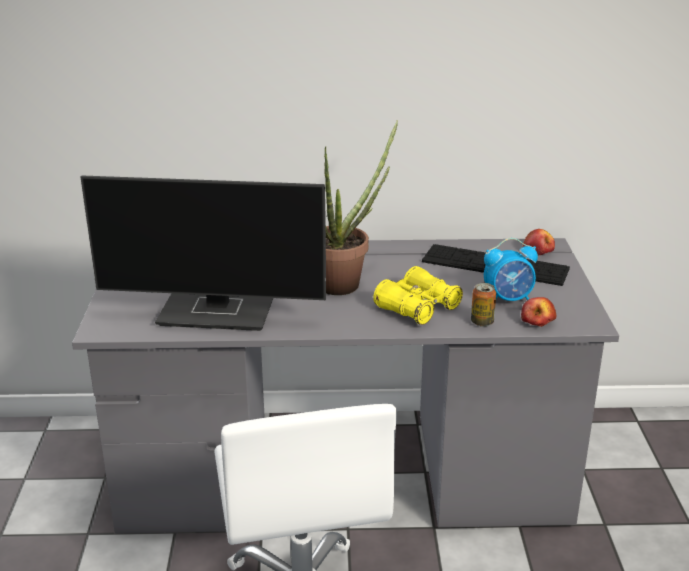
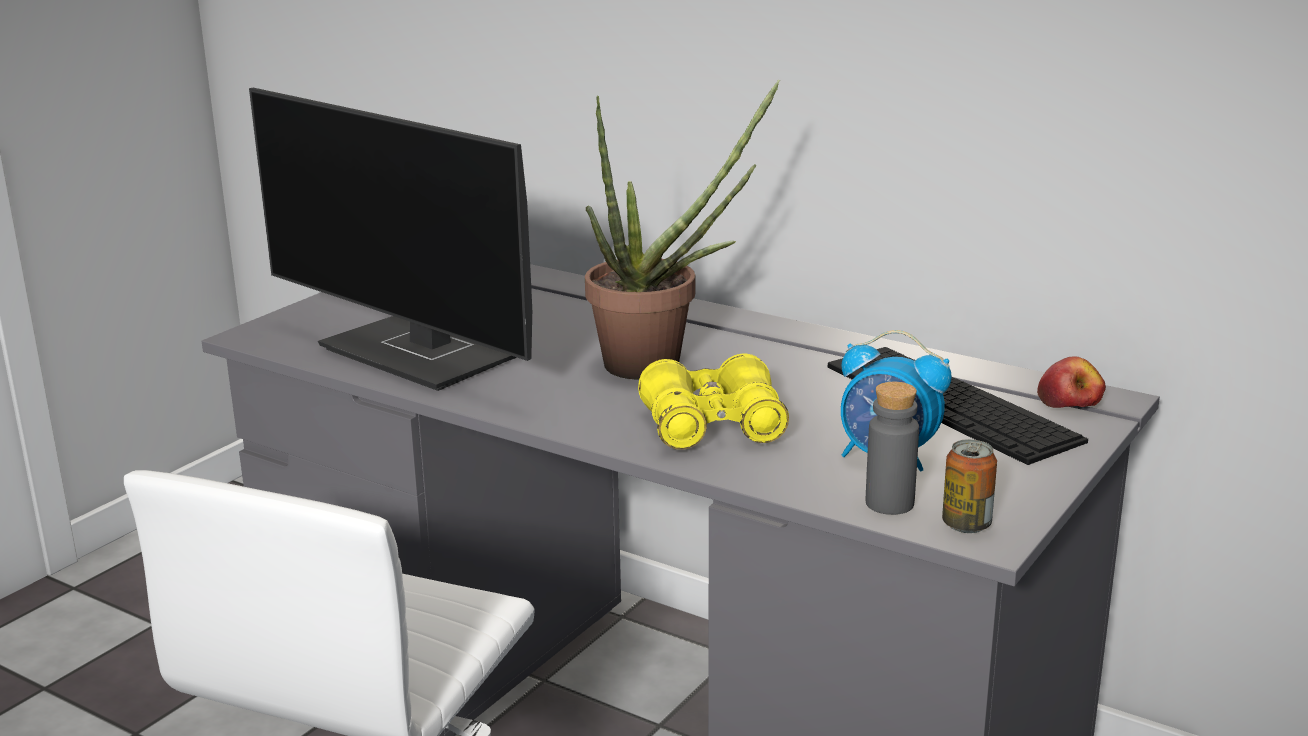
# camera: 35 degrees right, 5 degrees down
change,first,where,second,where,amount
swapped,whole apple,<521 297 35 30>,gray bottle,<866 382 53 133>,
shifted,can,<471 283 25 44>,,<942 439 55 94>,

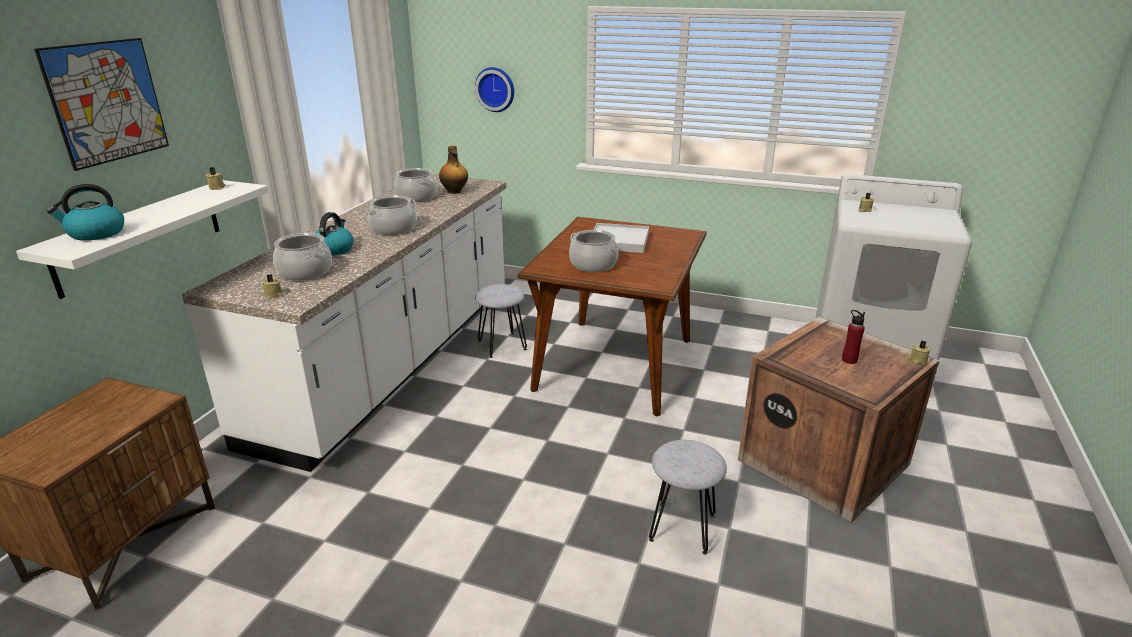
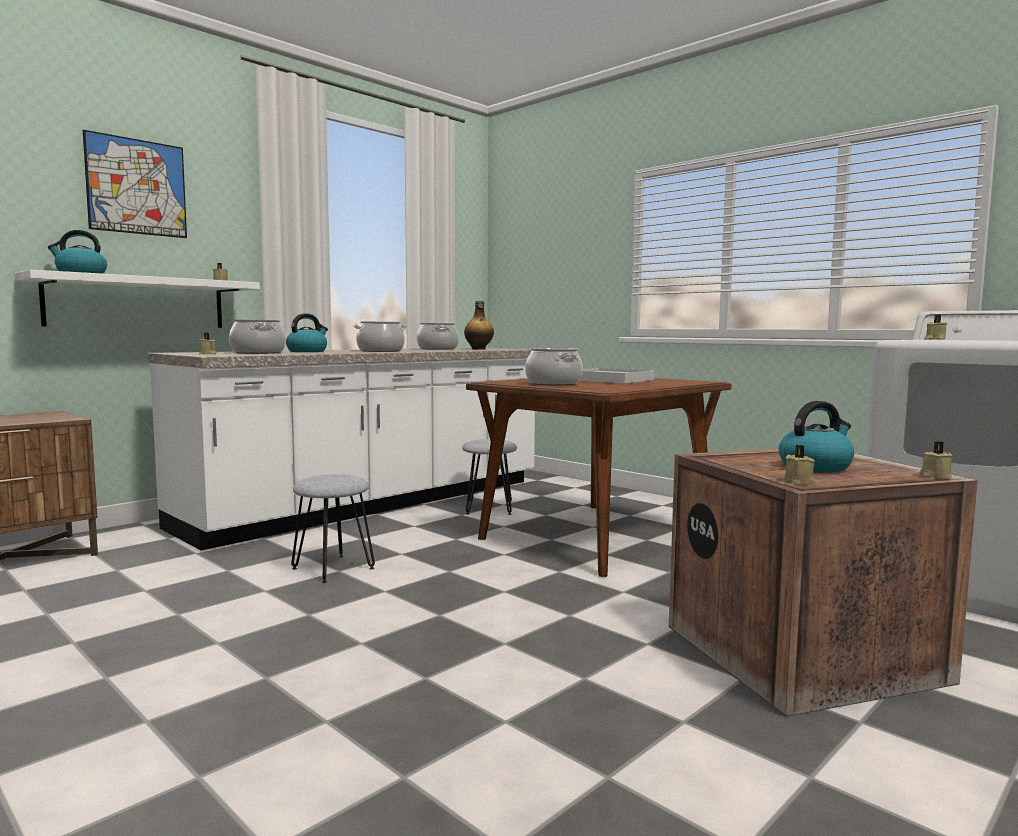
# camera: 25 degrees right, 20 degrees down
change,first,where,second,where,amount
shifted,gray sitting stool,<649 440 78 115>,,<291 474 84 109>,
swapped,red bottle,<842 310 23 54>,tea kettle,<779 401 75 71>,
new,,,beige candle,<784 445 32 39>,
gone,hanging clock,<475 67 39 45>,,,

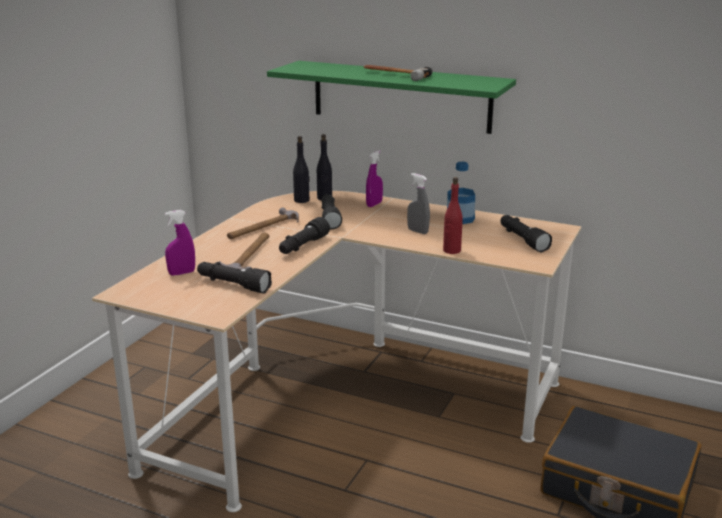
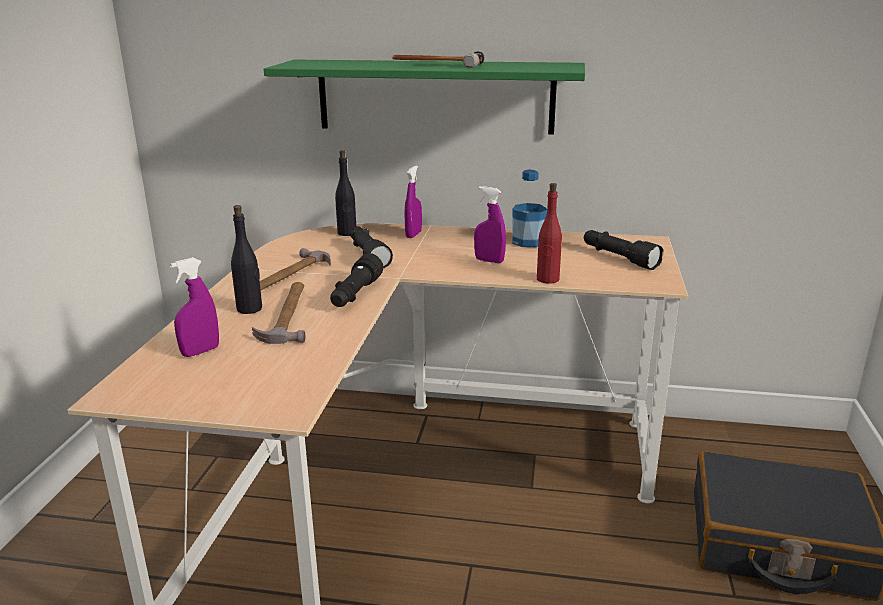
# camera: 15 degrees left, 0 degrees up
change,first,where,second,where,amount
shifted,blackish bottle,<293 136 16 67>,,<231 205 31 109>,
repainted,gray spray bottle,<407 173 23 61>,purplish spray bottle,<474 186 32 77>,
gone,blackish torch,<197 262 75 31>,,,

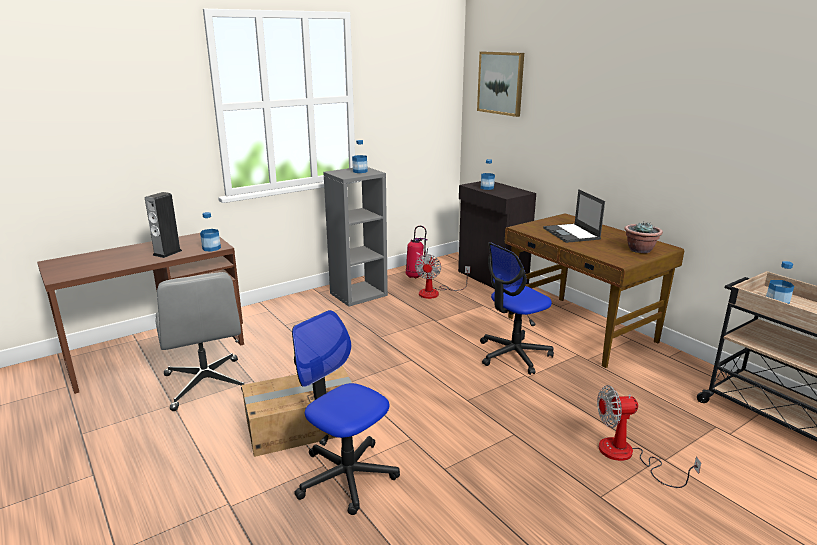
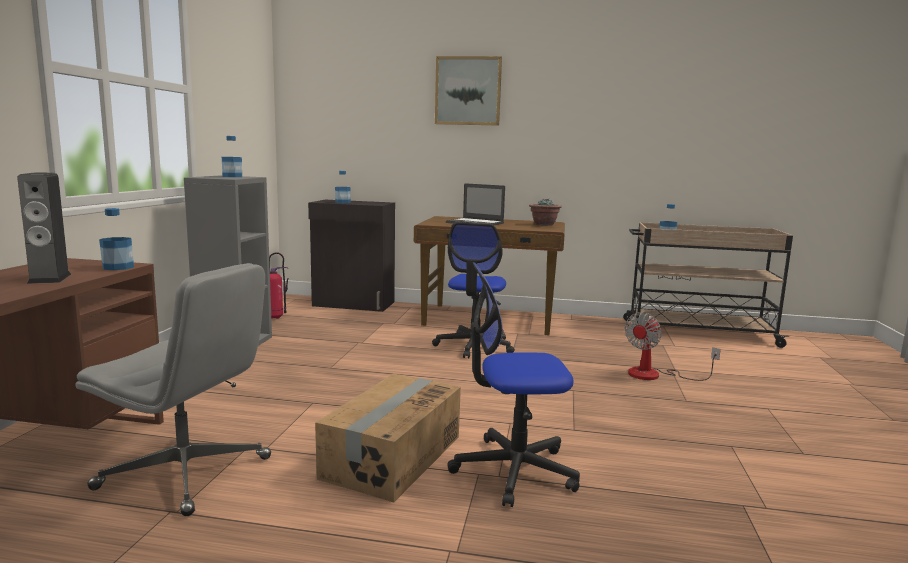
# camera: 45 degrees left, 10 degrees down
change,first,where,second,where,amount
shifted,wall art,<477 52 47 65>,,<435 56 67 70>,
gone,cooling fan,<415 254 55 45>,,,

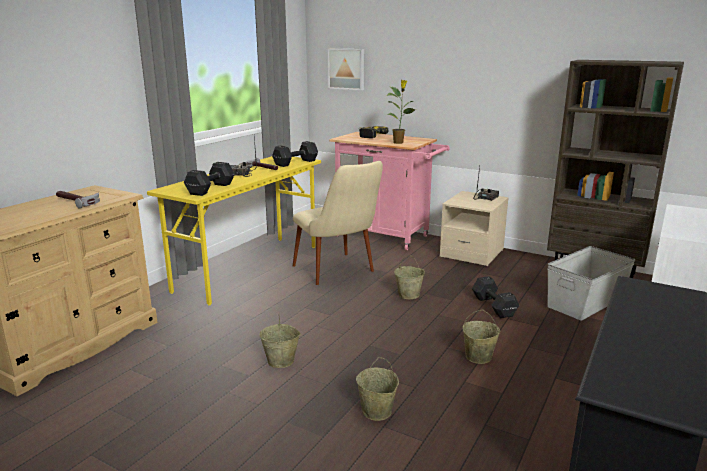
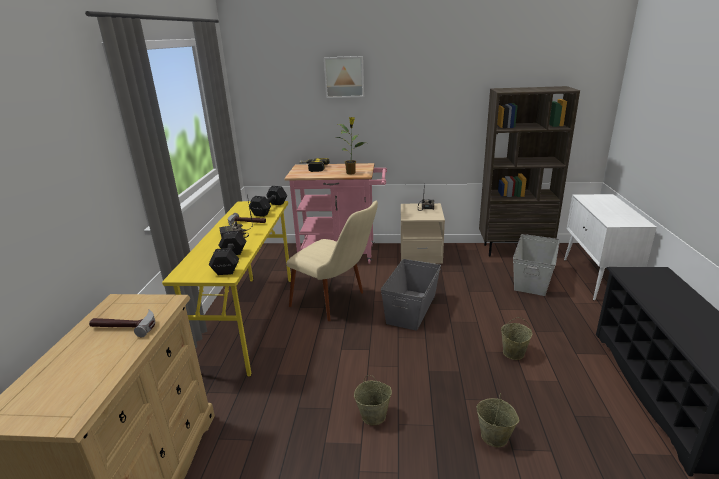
# camera: 25 degrees left, 5 degrees up
change,first,where,second,where,amount
shifted,wall art,<328 49 36 41>,,<324 56 40 42>,
swapped,beige bucket,<394 255 31 44>,gray storage box,<381 259 60 72>,
gone,blackish hand weight,<472 276 47 42>,,,

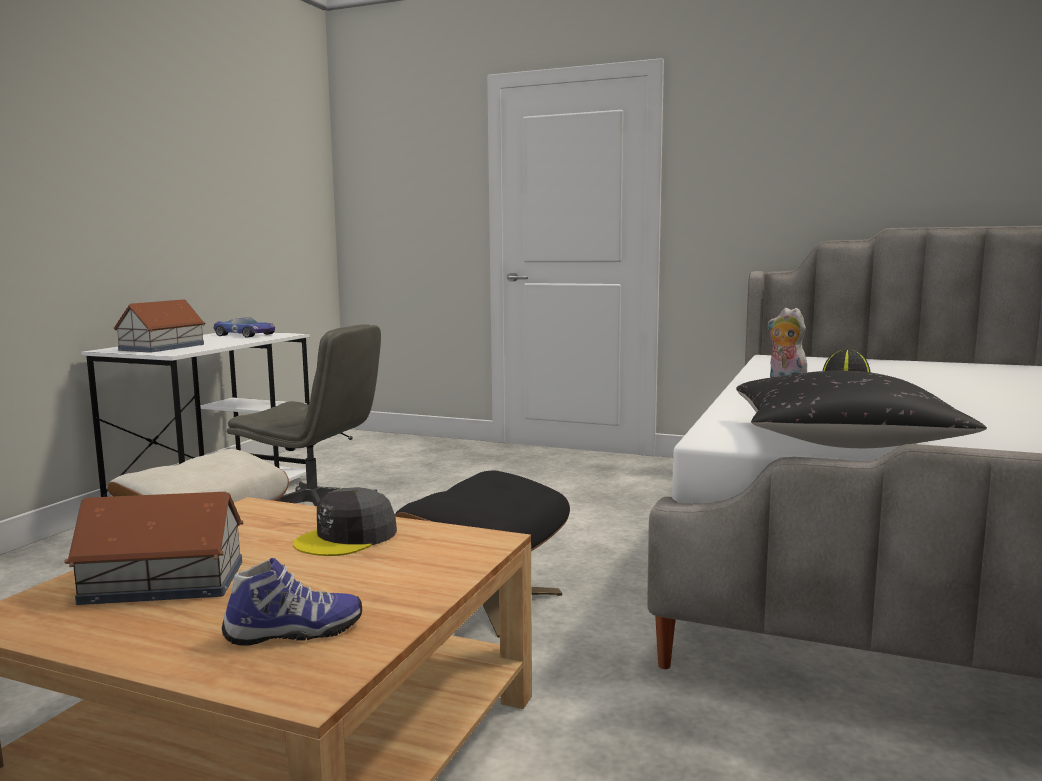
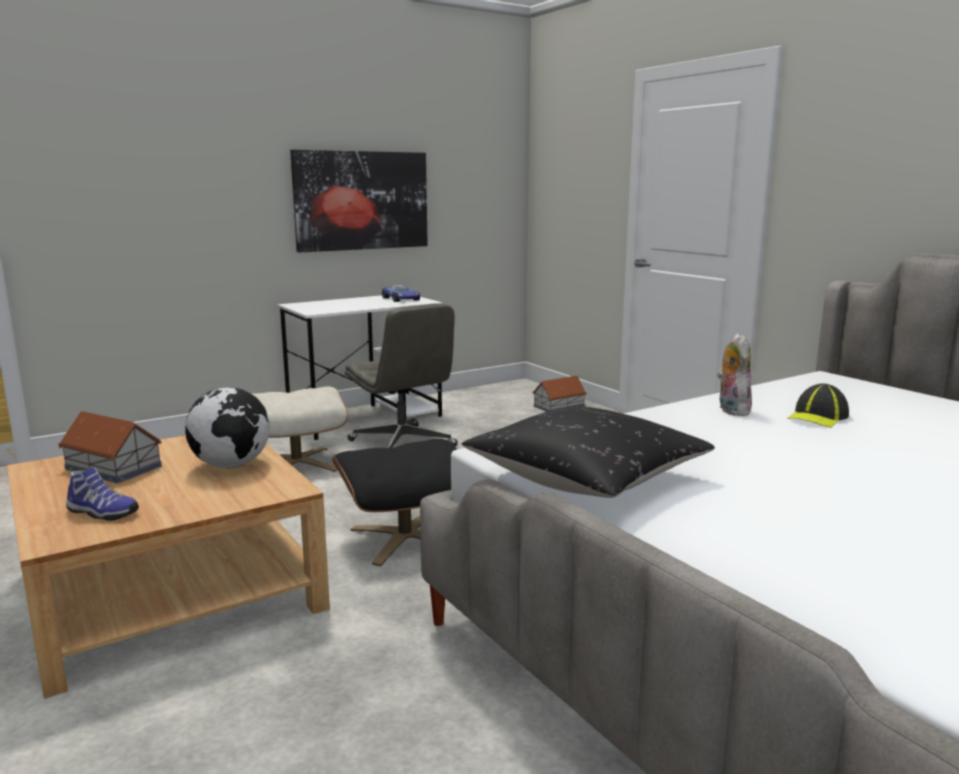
# camera: 35 degrees right, 5 degrees up
change,first,where,second,where,amount
swapped,gray peaked cap,<293 487 104 69>,world globe,<185 387 85 81>,
new,,,wall art,<290 150 138 103>,
shifted,miniature house,<114 299 91 54>,,<533 376 54 36>,

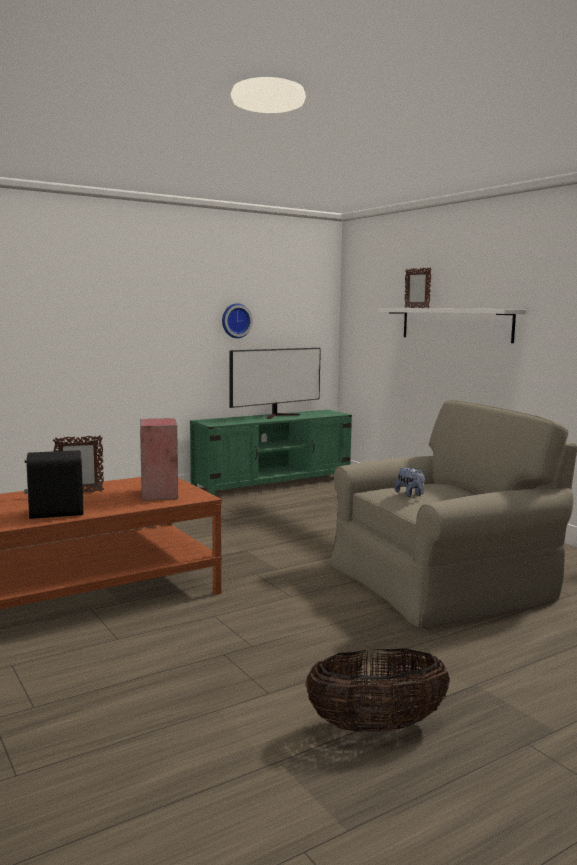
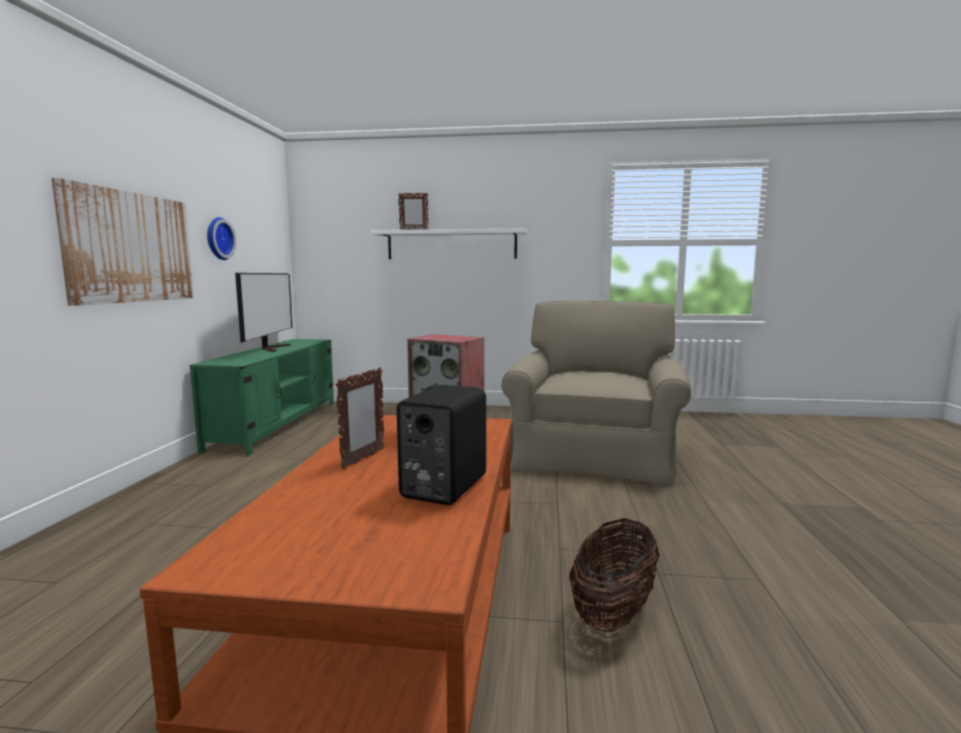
# camera: 50 degrees left, 0 degrees up
change,first,where,second,where,amount
new,,,wall art,<52 178 142 128>,
shifted,household basket,<305 648 145 85>,,<569 518 90 114>,
gone,cuddly toy,<395 467 30 30>,,,

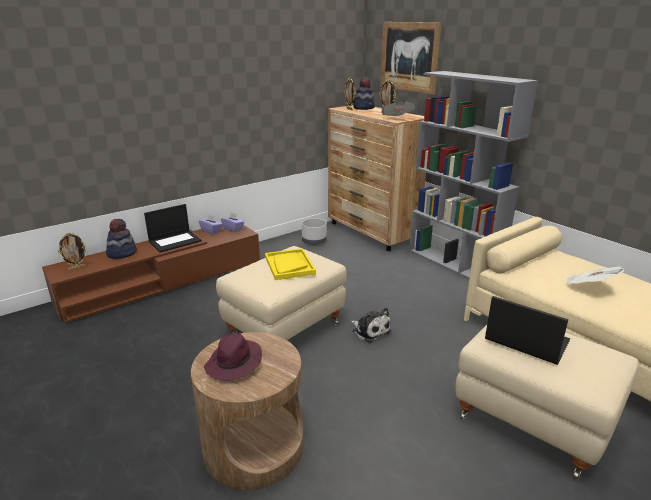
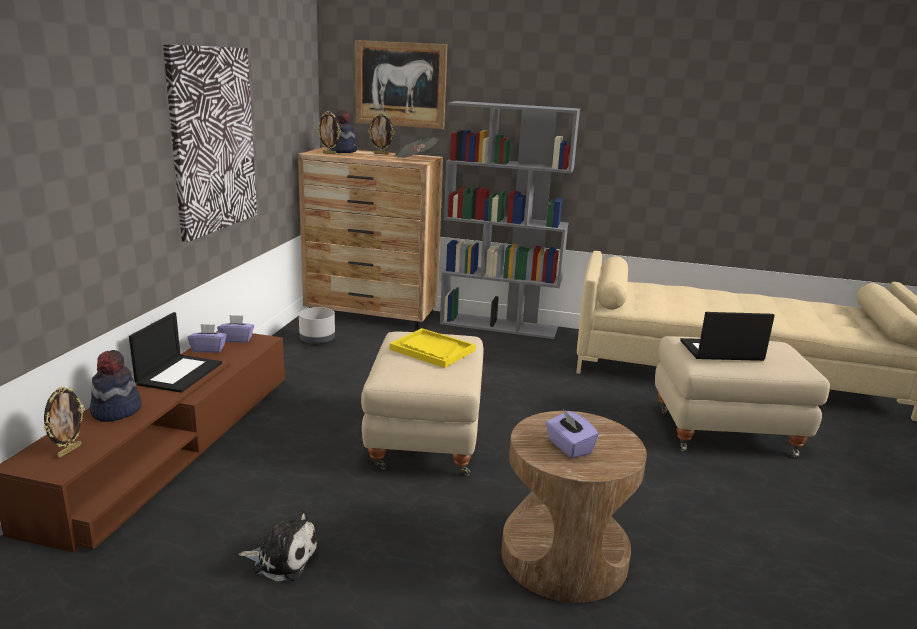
# camera: 40 degrees left, 5 degrees down
change,first,where,second,where,amount
new,,,wall art,<163 44 94 198>,
shifted,cuddly toy,<351 308 40 35>,,<239 508 80 73>,
swapped,purplish clothing hat,<204 334 58 47>,purplish box of tissues,<546 409 53 49>,
gone,printed paper,<566 266 59 18>,,,

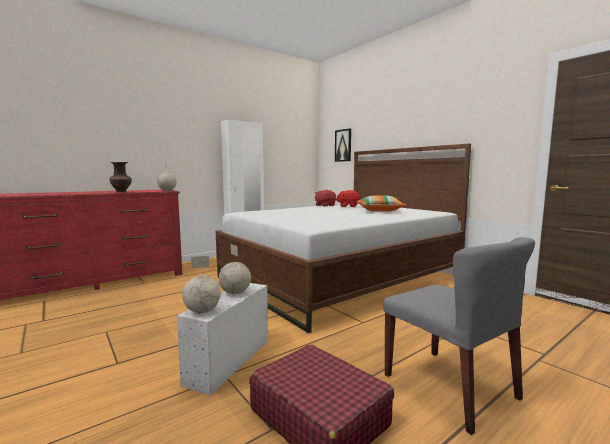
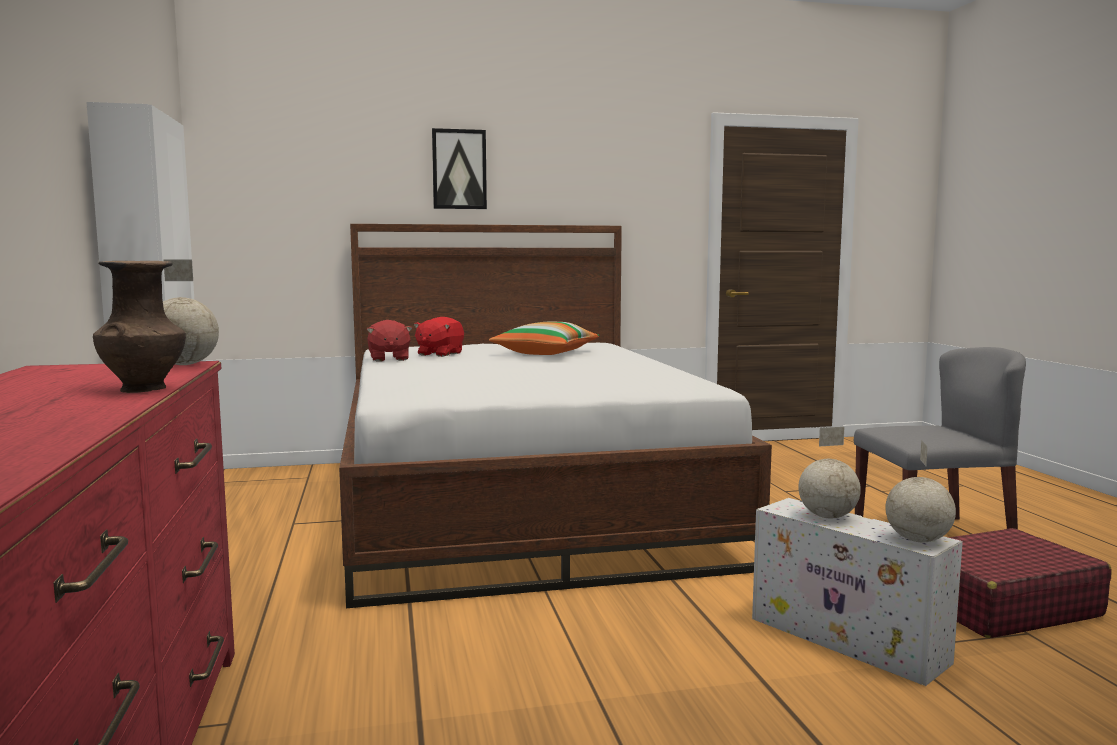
# camera: 65 degrees left, 0 degrees up
change,first,where,second,where,amount
shifted,wall art,<335 128 16 34>,,<432 128 55 81>,

